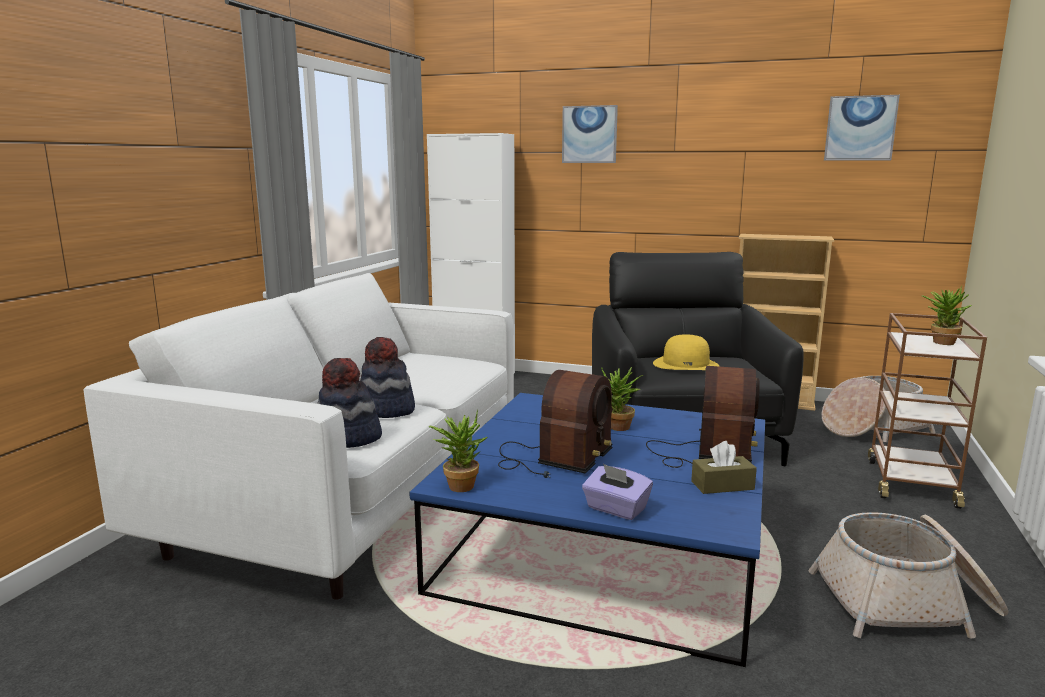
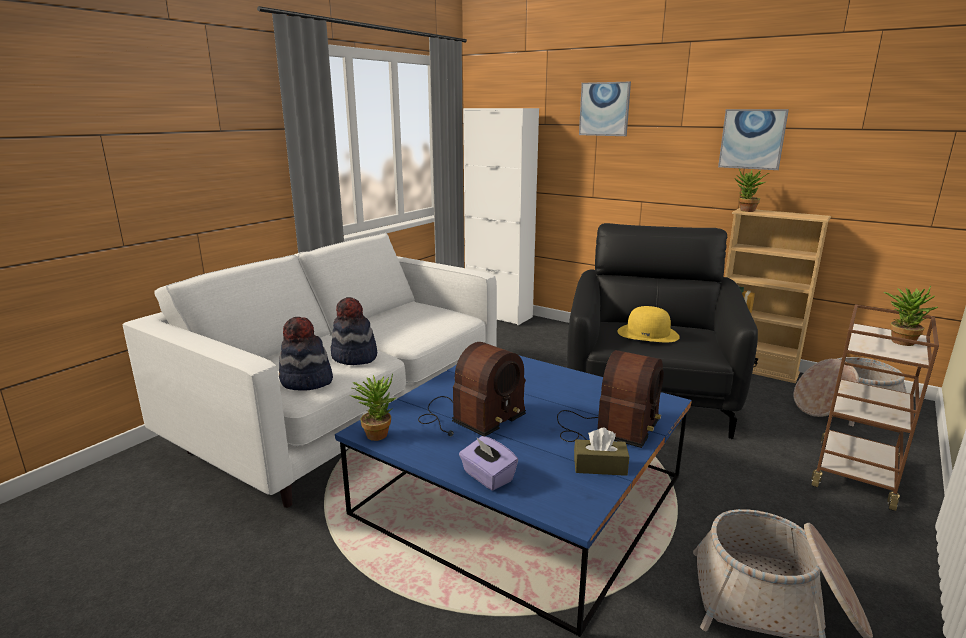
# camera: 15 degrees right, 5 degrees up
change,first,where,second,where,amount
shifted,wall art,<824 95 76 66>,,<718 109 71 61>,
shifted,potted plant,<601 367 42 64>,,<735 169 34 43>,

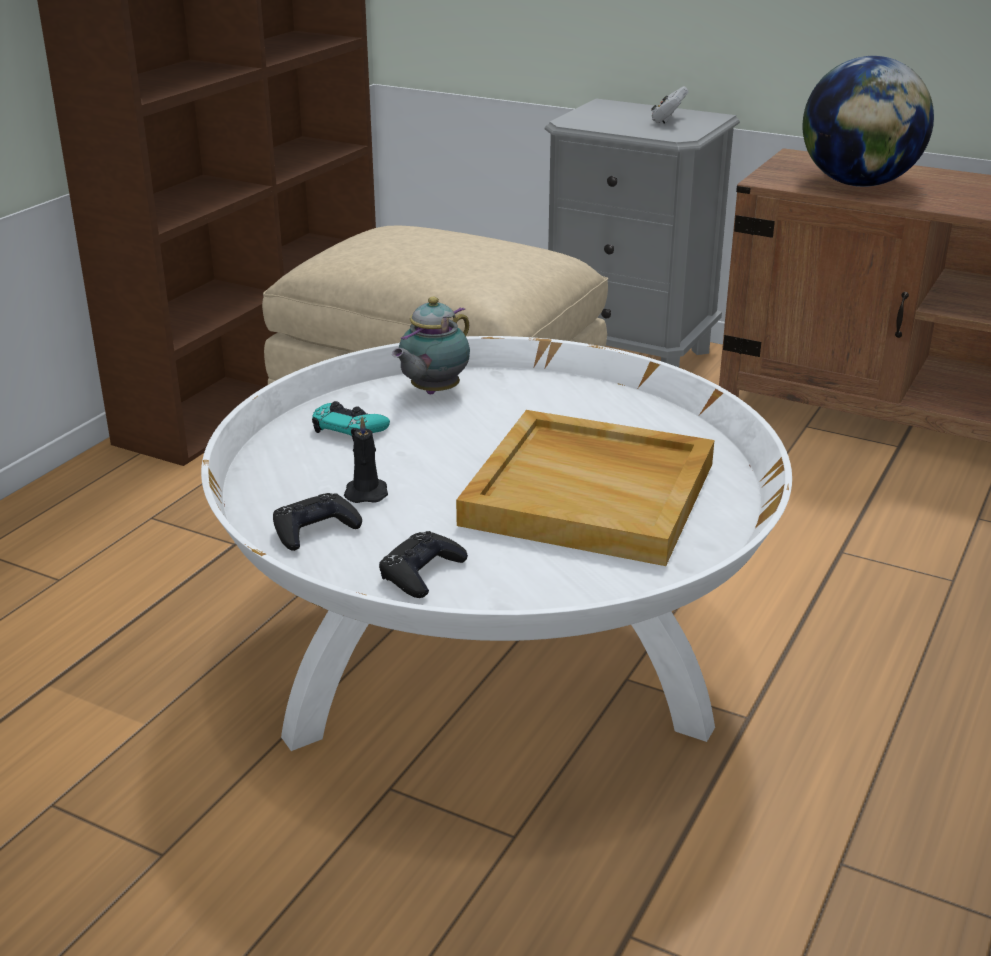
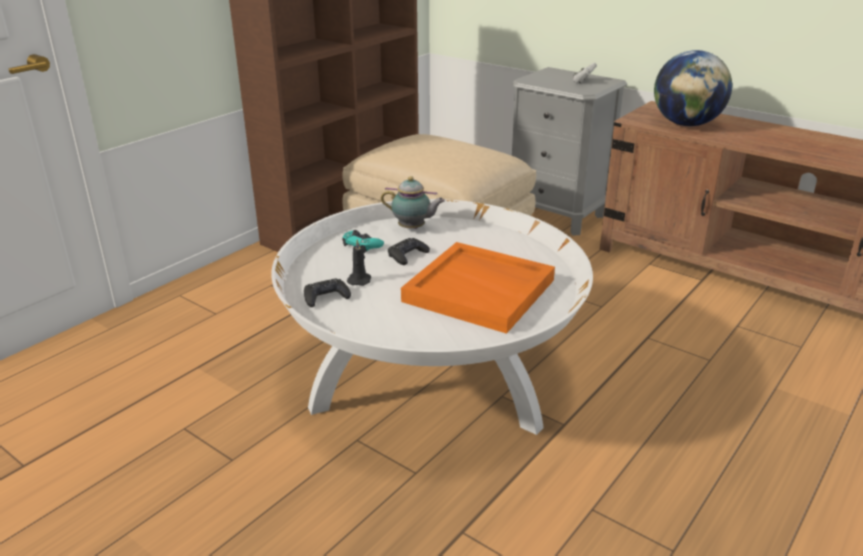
# camera: 10 degrees right, 0 degrees up
change,first,where,second,where,amount
rotated,pot for tea,<392 297 78 97>,,<381 176 64 53>,120 degrees counterclockwise
shifted,blackish joypad,<379 531 89 67>,,<388 238 42 27>,
repainted,beige tray,<456 410 259 156>,orange-coloured tray,<401 242 154 92>,

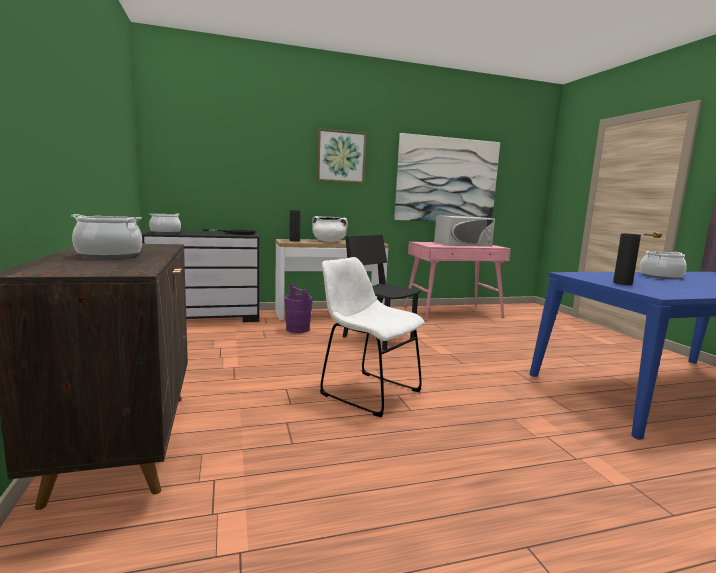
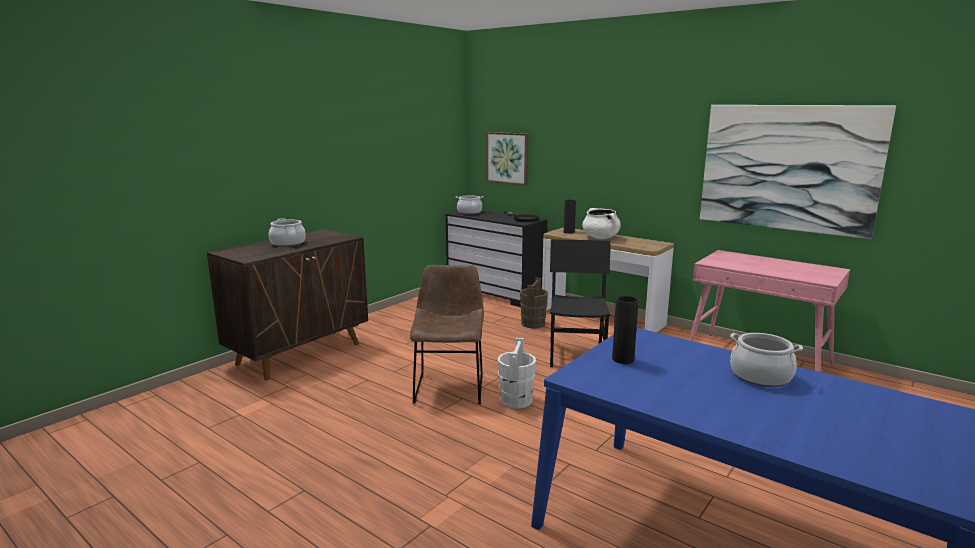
# camera: 55 degrees right, 5 degrees up
change,first,where,second,where,amount
repainted,white-coloured chair,<320 257 105 160>,brown-coloured chair,<410 265 74 139>,
shifted,wall art,<317 129 50 54>,,<486 132 43 54>,
new,,,white-coloured bucket,<498 338 38 71>,
repainted,purplish bucket,<284 284 29 49>,brown-coloured bucket,<520 278 28 50>,
gone,white-coloured kitchen microwave,<434 215 61 31>,,,

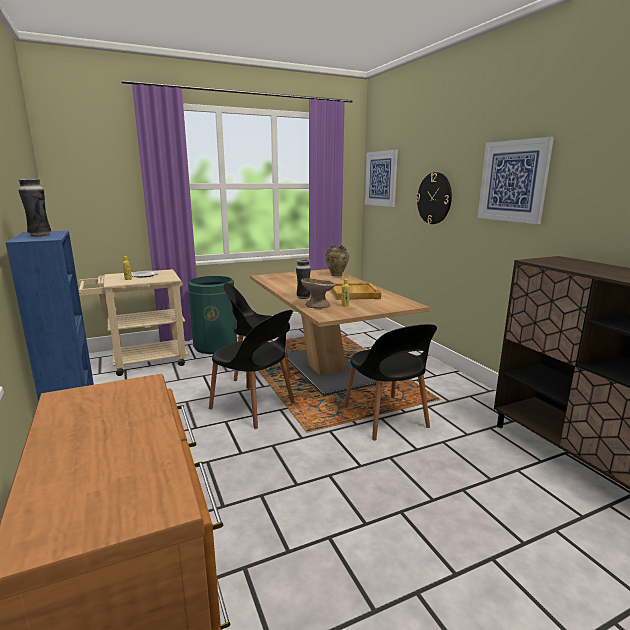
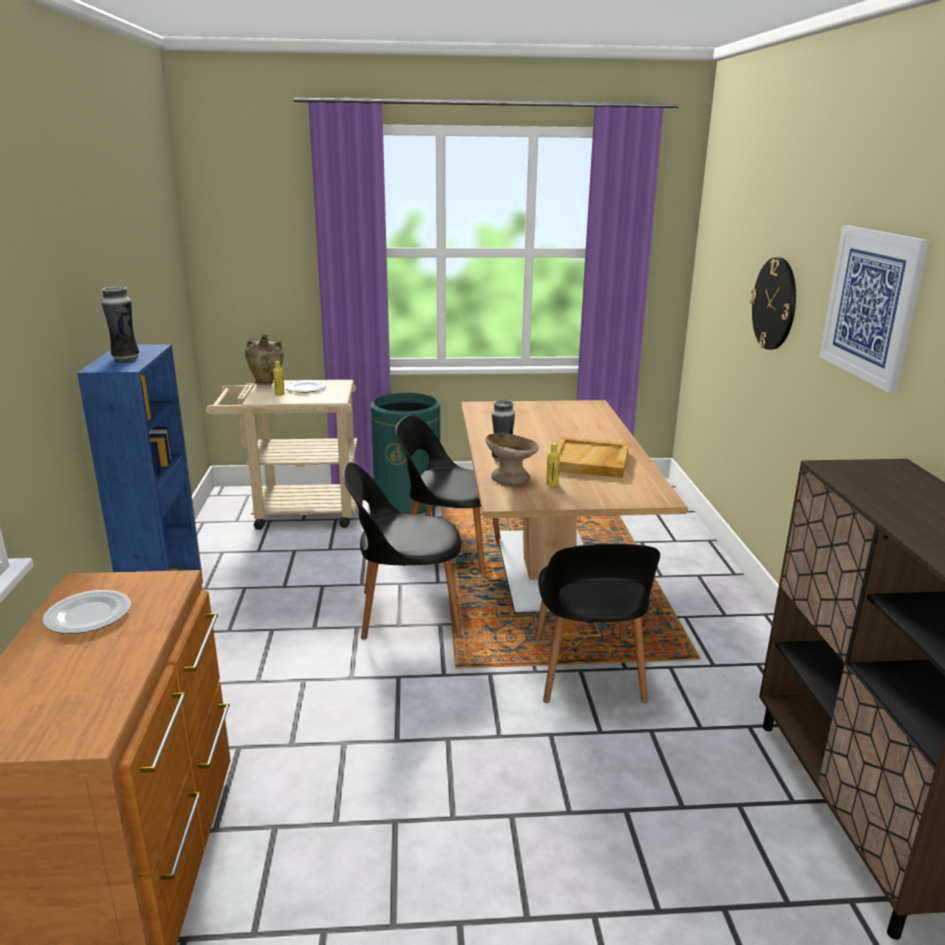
# camera: 20 degrees right, 5 degrees up
change,first,where,second,where,amount
new,,,flat dish,<42 590 89 44>,
shifted,beige decorative vase,<325 244 24 32>,,<245 333 39 52>,
rotated,blackish chair,<209 310 86 119>,,<343 462 118 178>,120 degrees clockwise
gone,wall art,<365 150 33 57>,,,

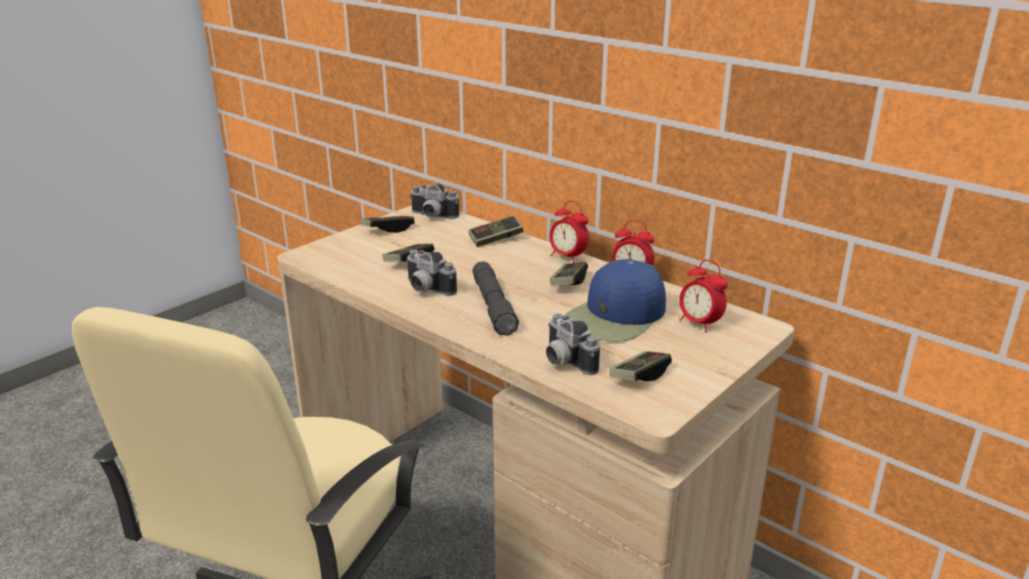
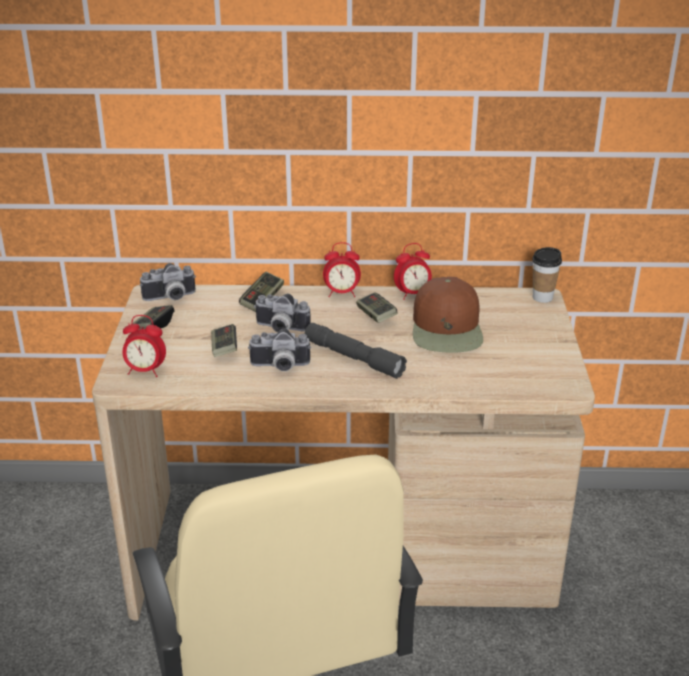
# camera: 40 degrees left, 5 degrees up
change,first,where,second,where,amount
shifted,alarm clock,<679 260 49 73>,,<122 315 44 62>,
shifted,photo camera,<546 313 54 62>,,<254 294 57 39>,
repainted,blue-coloured peaked cap,<565 259 101 83>,brown-coloured peaked cap,<413 277 70 75>,
new,,,small cup,<532 247 30 56>,
gone,joypad,<610 351 62 30>,,,

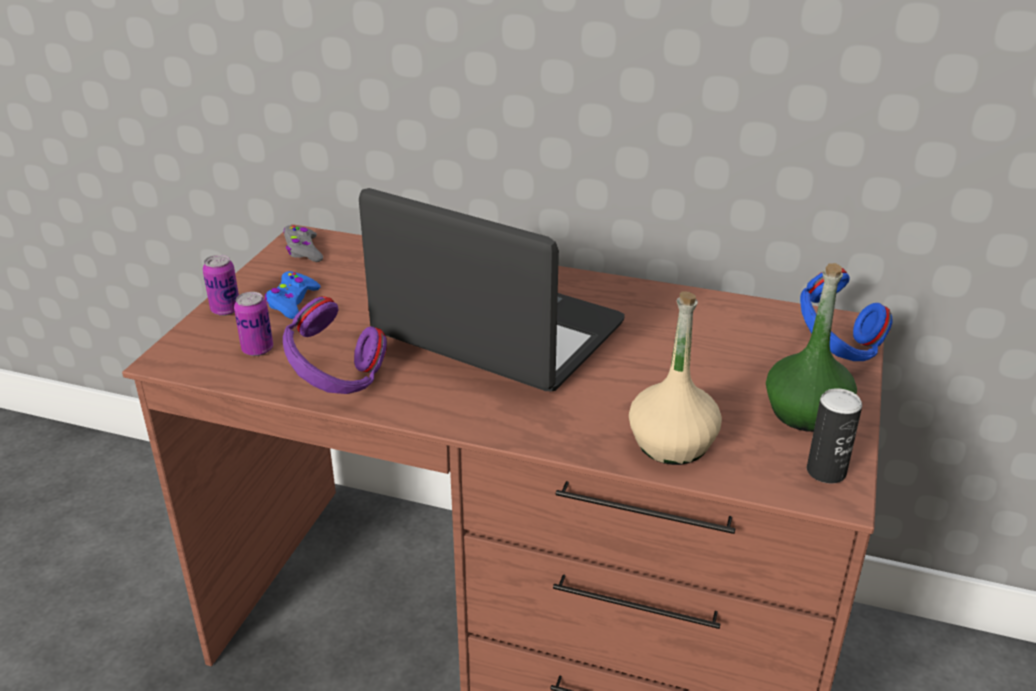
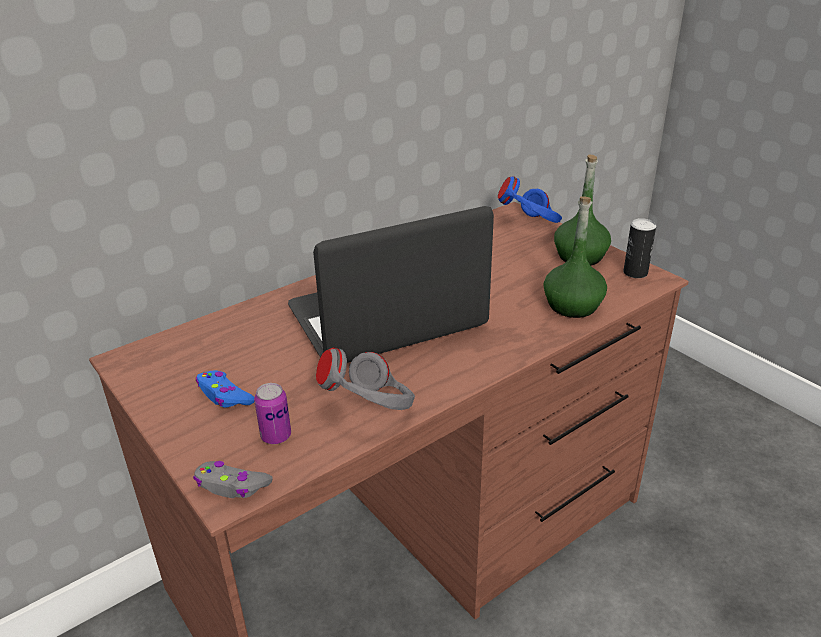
# camera: 55 degrees left, 0 degrees up
change,first,where,second,where,amount
shifted,gray joypad,<284 225 39 37>,,<193 461 80 37>,
repainted,purplish headphones,<283 296 104 98>,gray headphones,<316 347 99 63>,
repainted,beige bottle,<629 291 93 174>,green-coloured bottle,<543 197 64 121>,
gone,can,<203 255 36 61>,,,

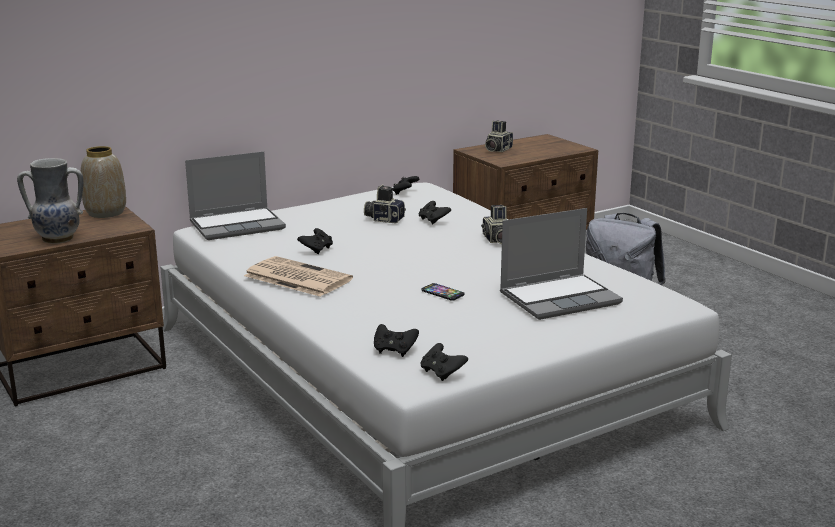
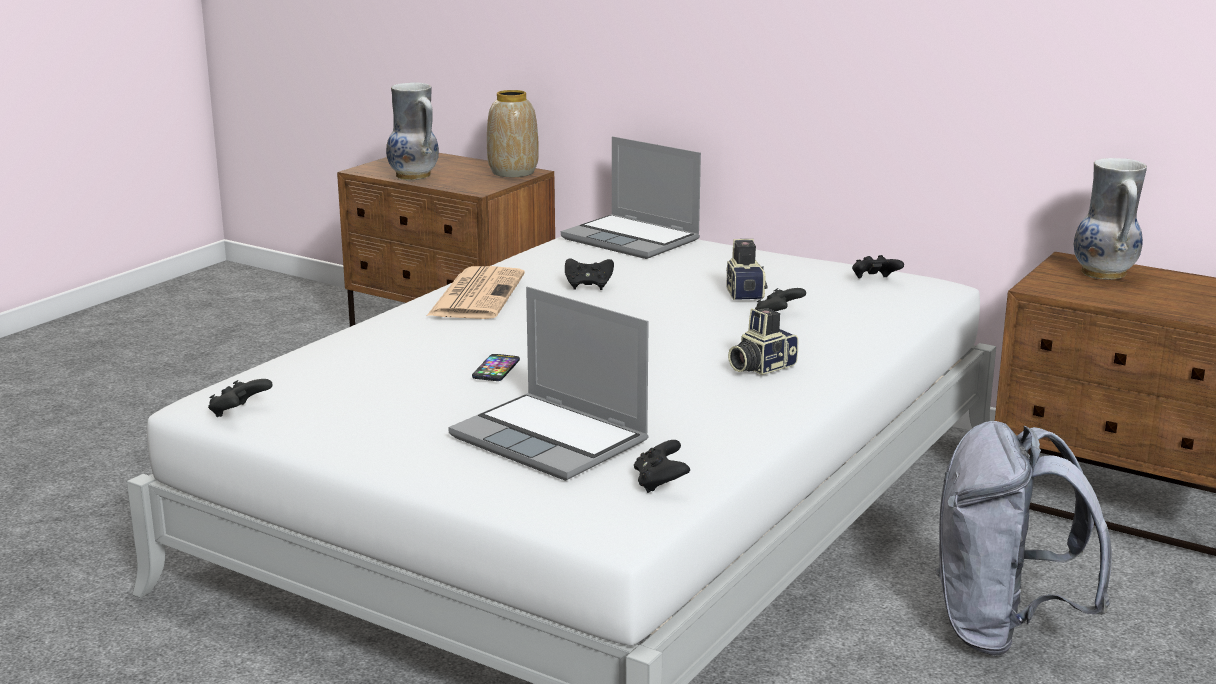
# camera: 65 degrees right, 0 degrees up
change,first,where,second,where,amount
shifted,blackish joypad,<374 324 45 33>,,<634 440 56 53>,
swapped,photo camera,<485 121 28 31>,decorative vase,<1073 158 74 122>,

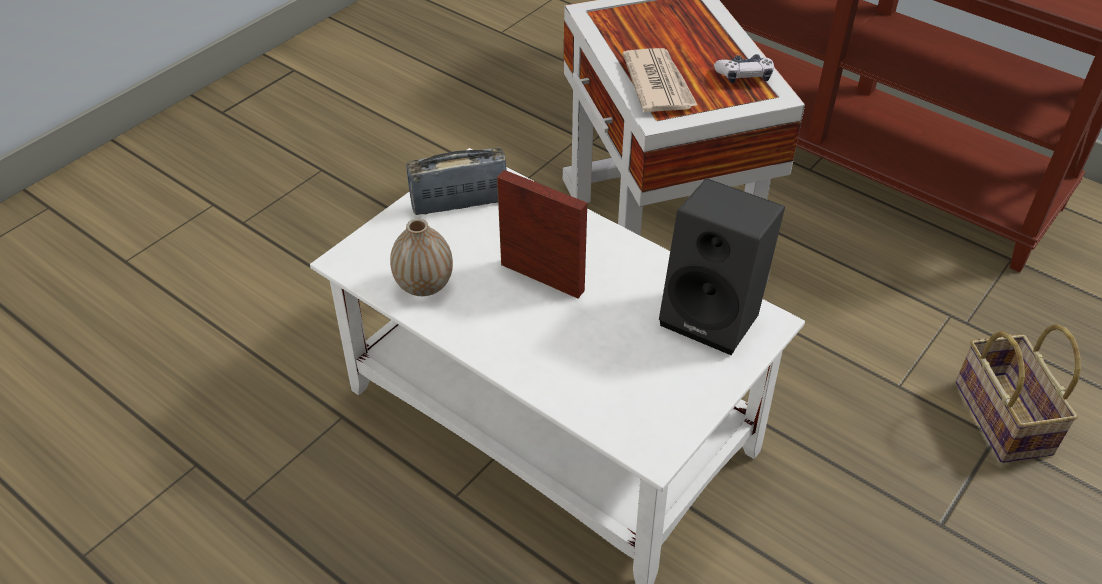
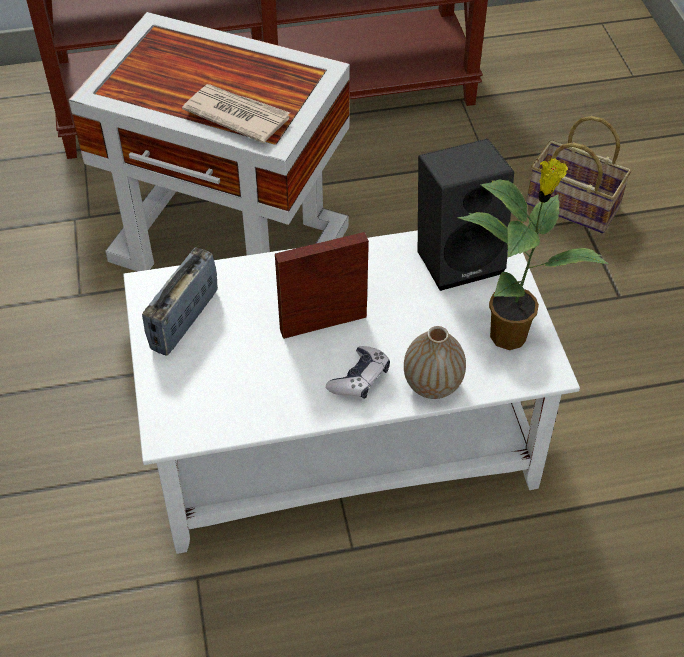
# camera: 50 degrees left, 5 degrees up
change,first,where,second,where,amount
shifted,joypad,<714 54 60 29>,,<326 346 64 53>,
shifted,decorative vase,<390 219 63 77>,,<404 326 62 73>,
new,,,potted plant,<458 158 151 192>,

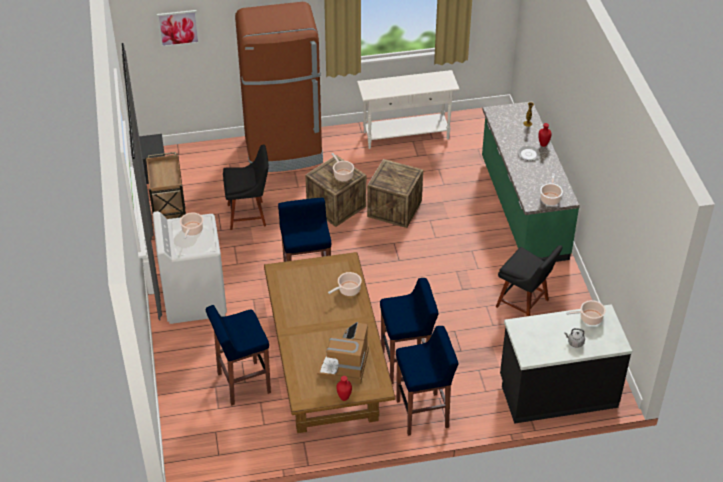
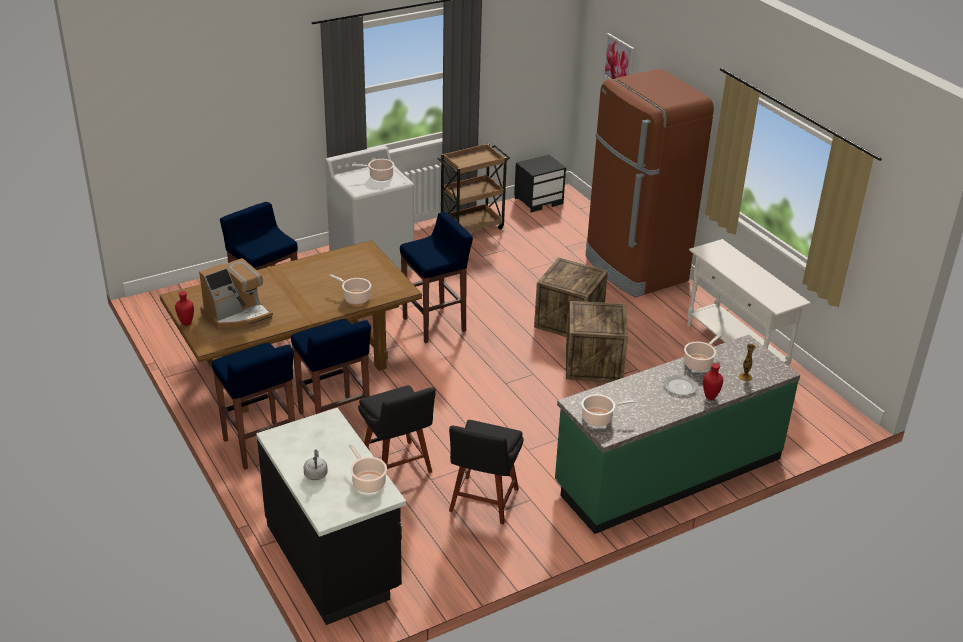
# camera: 70 degrees right, 10 degrees down
change,first,where,second,where,amount
rotated,coffee maker,<317 322 52 62>,,<199 258 74 72>,150 degrees clockwise
shifted,blackish chair,<223 144 46 86>,,<358 385 78 89>,
shifted,stockpot,<331 153 23 28>,,<684 334 37 37>,

